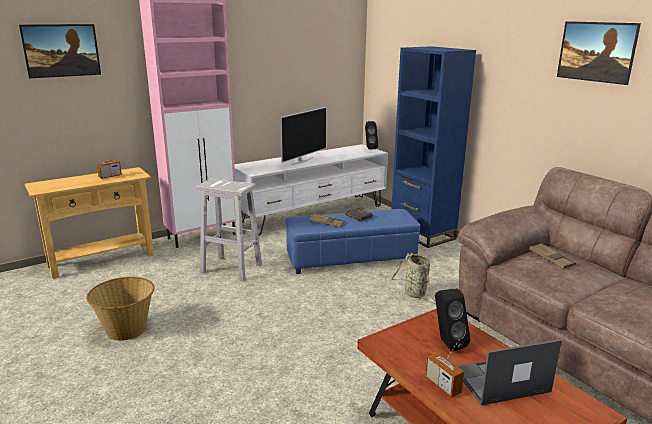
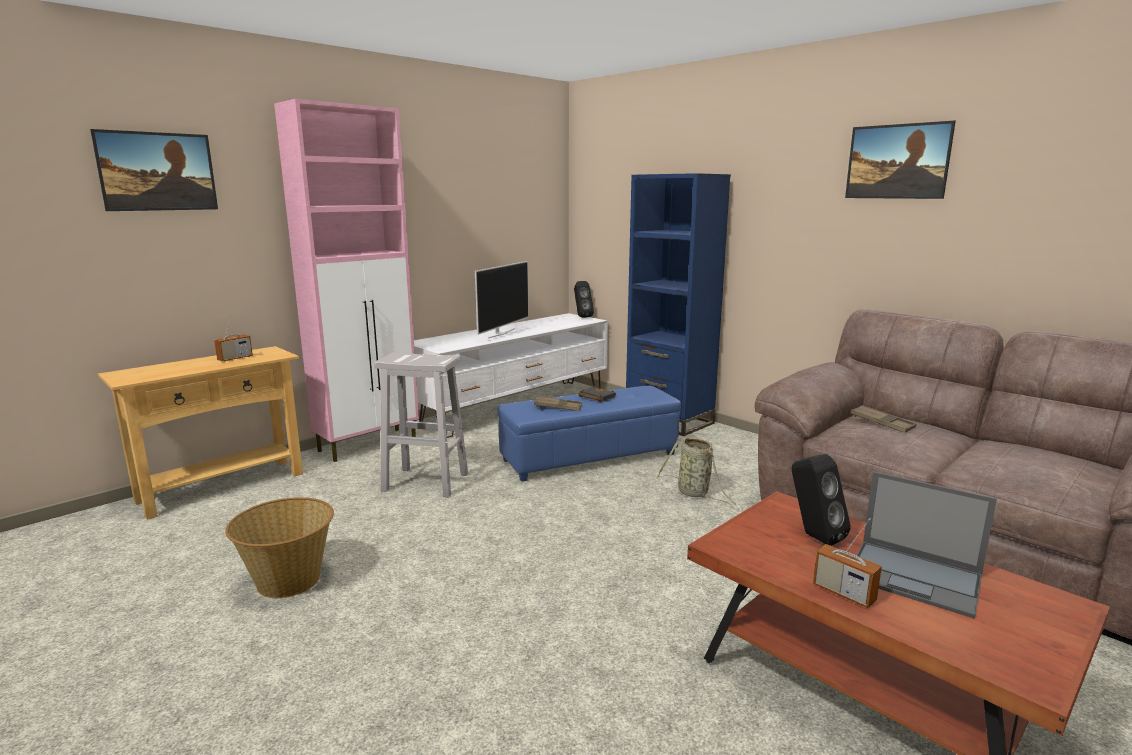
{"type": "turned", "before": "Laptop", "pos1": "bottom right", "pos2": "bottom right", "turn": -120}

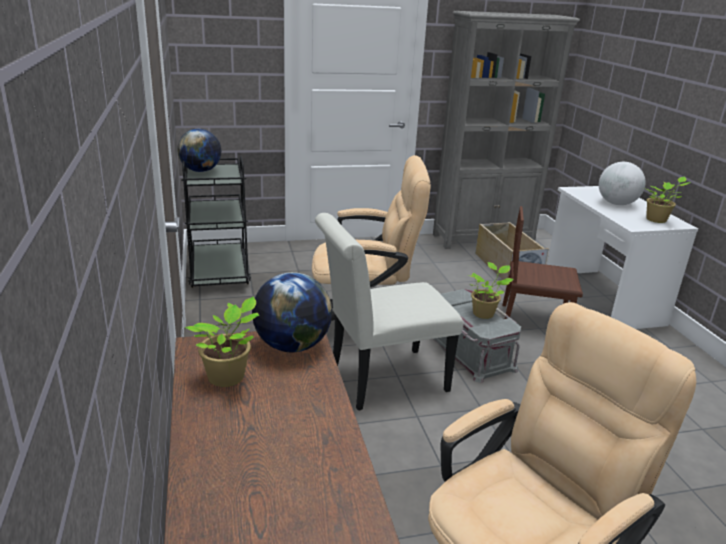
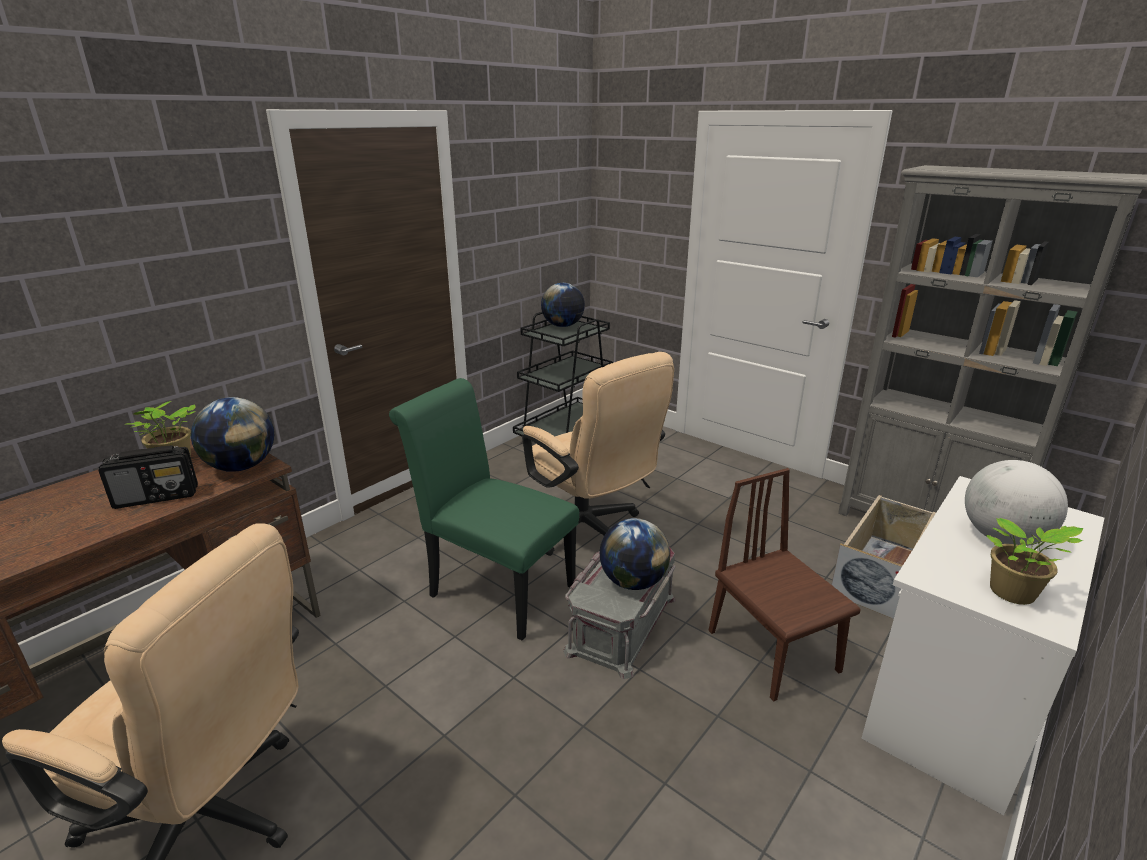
{"type": "recoloured", "before": "Stuhl/weiß", "after": "Stuhl/grün", "pos1": "centre", "pos2": "centre"}
{"type": "replaced", "before": "Topfpflanze (2nd from left)", "after": "Globus (3rd from left)", "pos1": "middle right", "pos2": "centre"}
{"type": "added", "after": "Radio", "pos2": "middle left"}

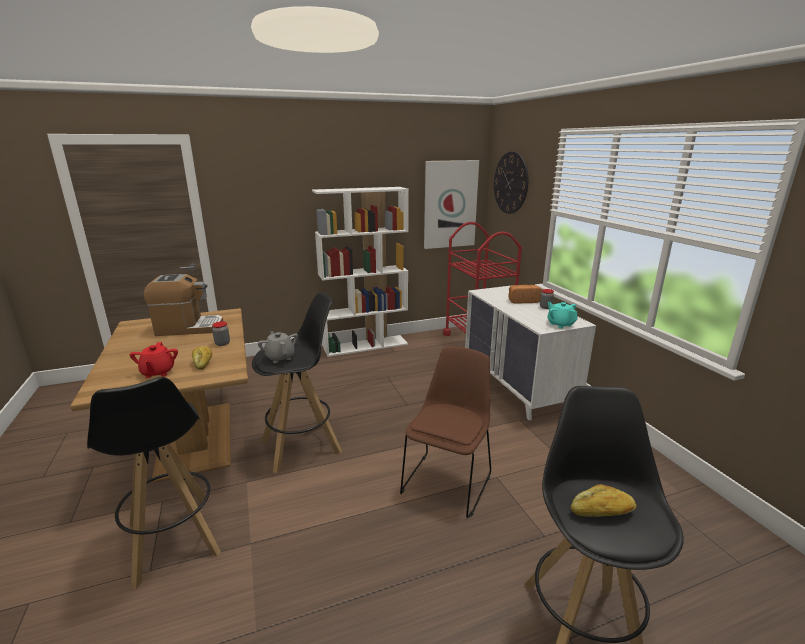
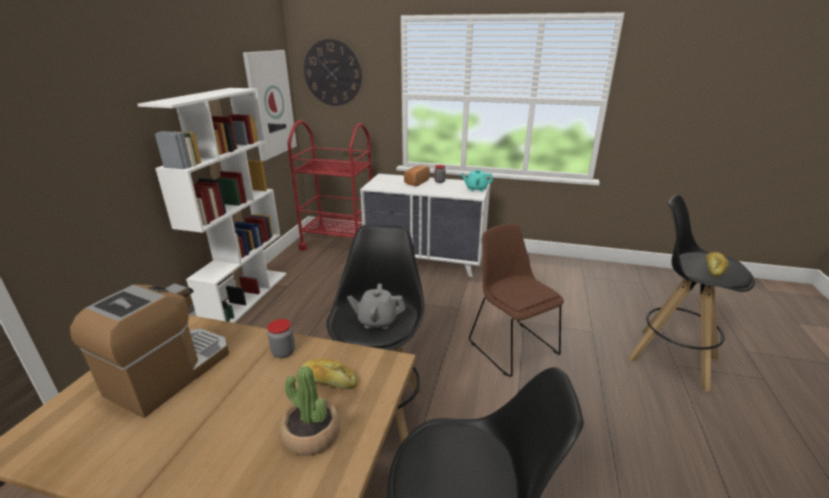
{"type": "replaced", "before": "Teekanne/rot", "after": "Topfpflanze", "pos1": "middle left", "pos2": "bottom centre"}

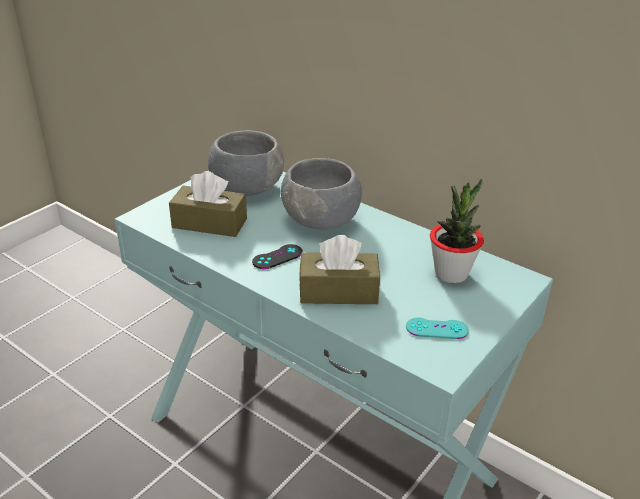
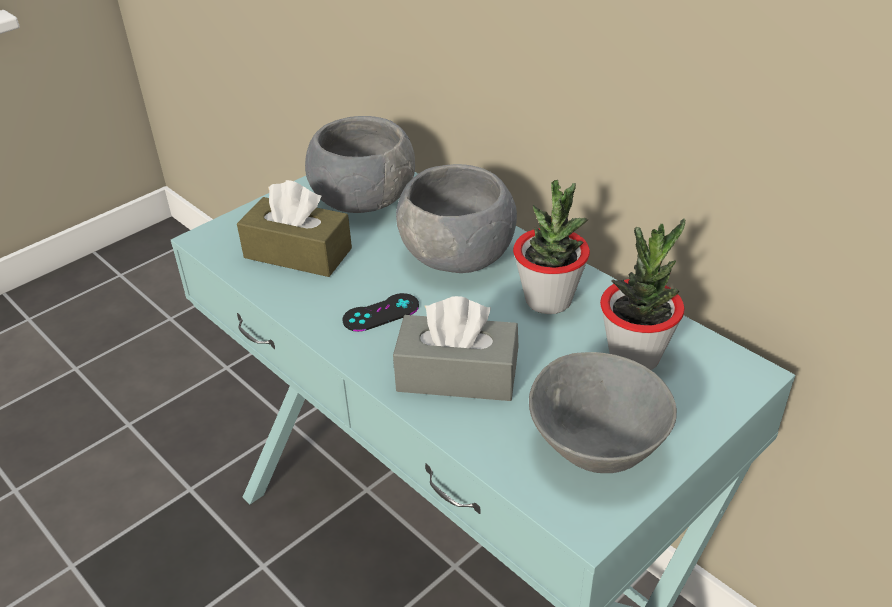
{"type": "recoloured", "before": "Taschentuchbox/braun (2nd from left)", "after": "Taschentuchbox/grau", "pos1": "centre", "pos2": "centre"}
{"type": "replaced", "before": "Gamepad/türkis", "after": "Schüssel/grau (3rd from left)", "pos1": "middle right", "pos2": "bottom right"}
{"type": "added", "after": "Topfpflanze (1st from left)", "pos2": "centre"}

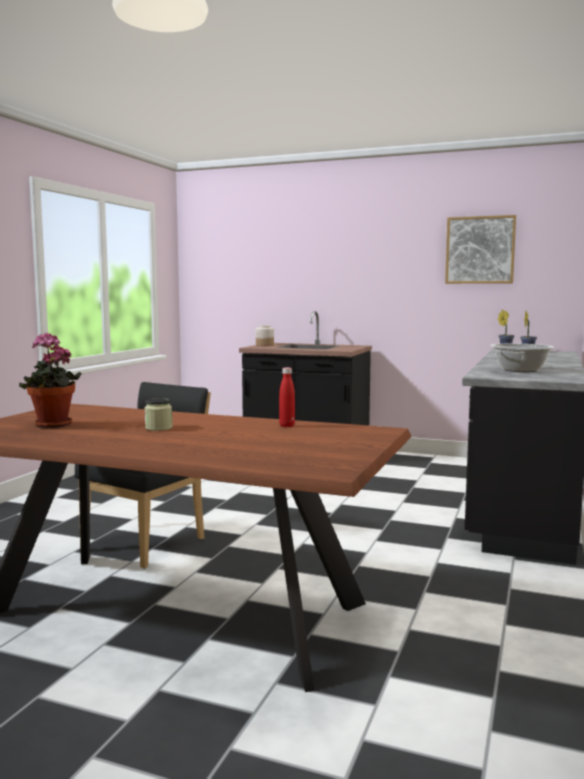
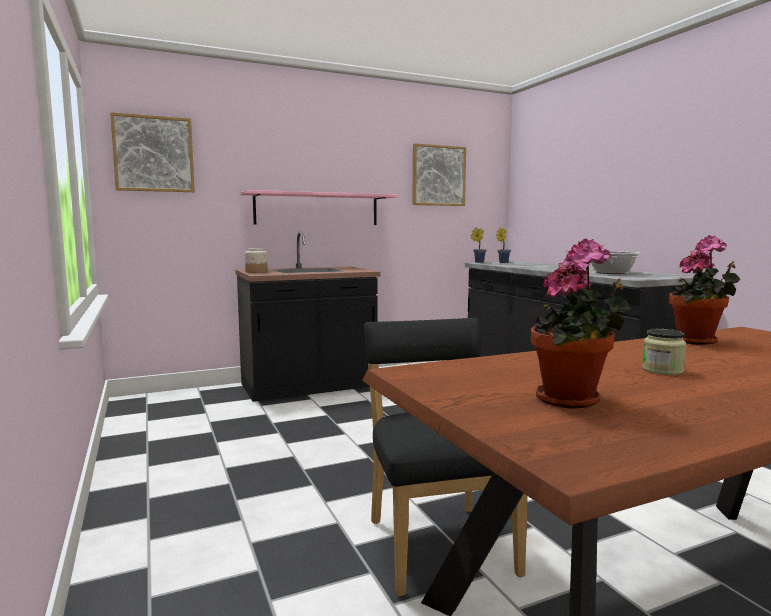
{"type": "replaced", "before": "Flasche/rot", "after": "Topfpflanze (4th from left)", "pos1": "centre", "pos2": "middle right"}
{"type": "added", "after": "Bild (1st from left)", "pos2": "top left"}
{"type": "added", "after": "Wandregal/rosa", "pos2": "centre"}

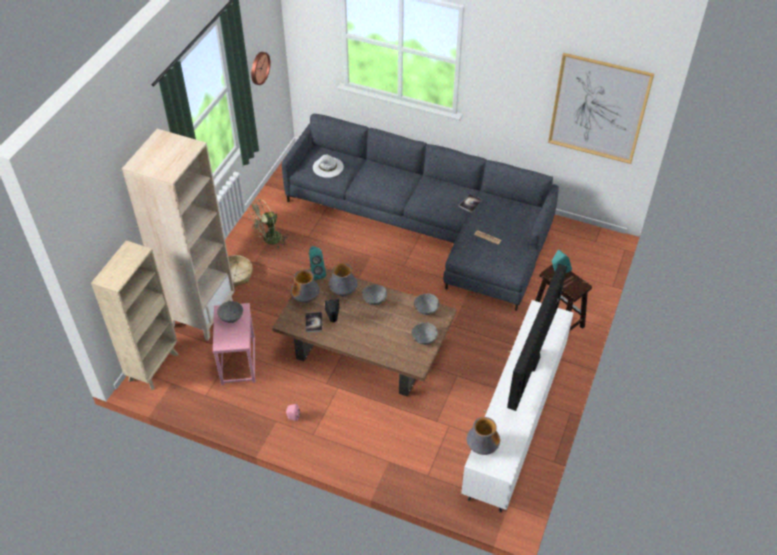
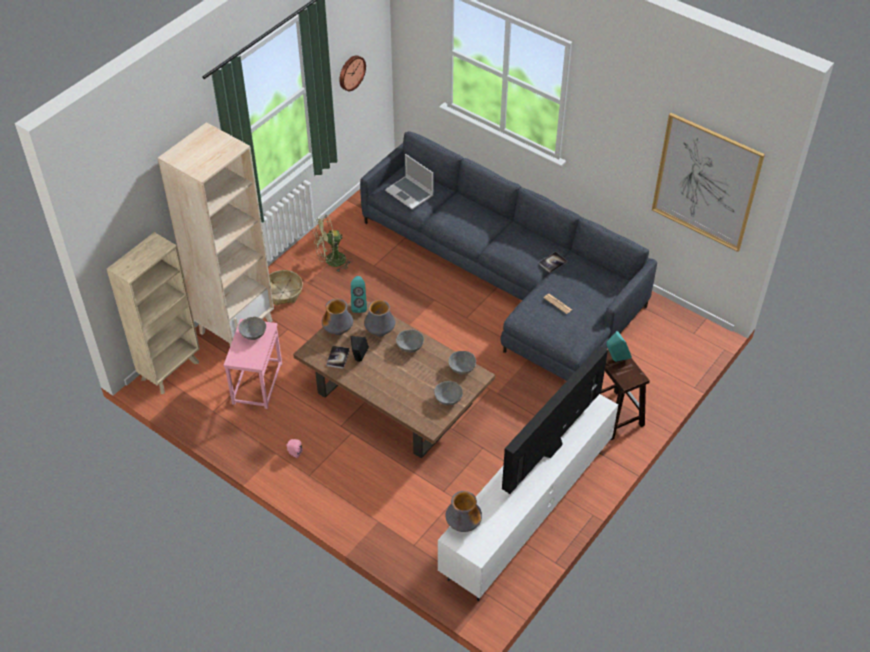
{"type": "replaced", "before": "Hut/weiß", "after": "Laptop", "pos1": "top centre", "pos2": "top centre"}

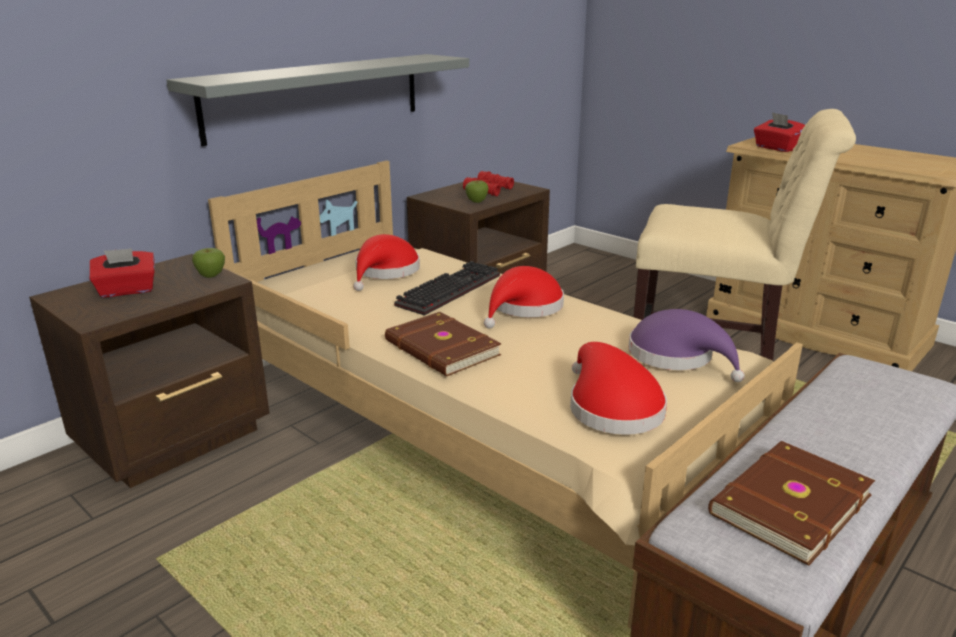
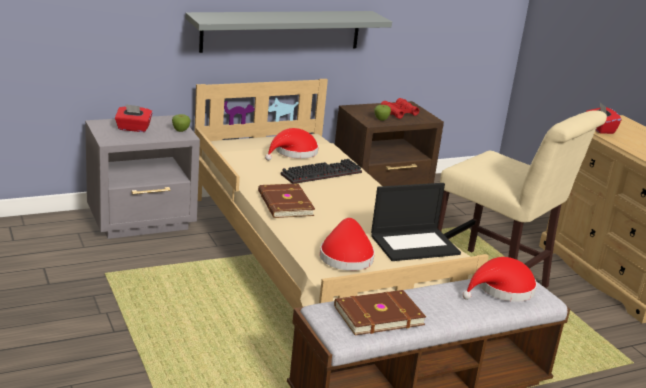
{"type": "recoloured", "before": "Nachttisch/braun (1st from left)", "after": "Nachttisch/grau", "pos1": "middle left", "pos2": "middle left"}
{"type": "moved", "before": "Hut/rot (2nd from left in the first image)", "after": "Hut/rot (3rd from left)", "pos1": "centre", "pos2": "bottom right"}
{"type": "replaced", "before": "Hut/lila", "after": "Laptop", "pos1": "middle right", "pos2": "centre"}

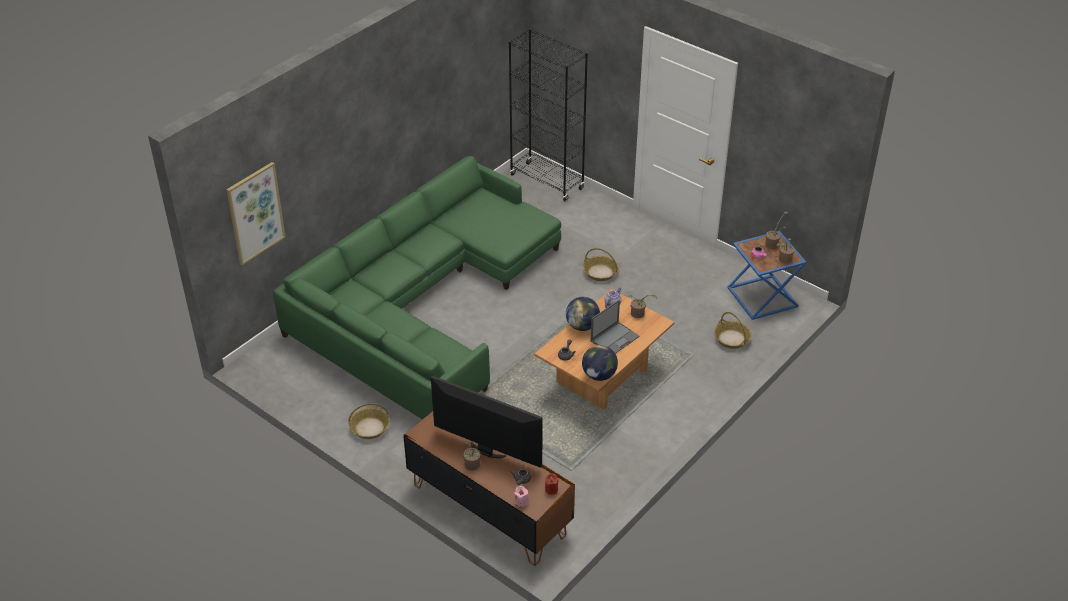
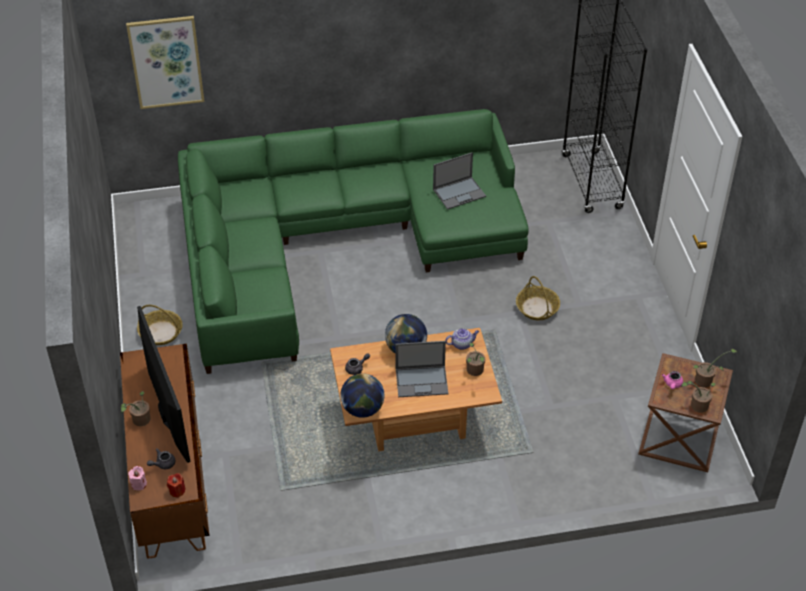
{"type": "recoloured", "before": "Beistelltisch/blau", "after": "Beistelltisch/braun", "pos1": "middle right", "pos2": "bottom right"}
{"type": "removed", "before": "Korb (3rd from left)", "pos1": "middle right"}
{"type": "added", "after": "Laptop (2nd from left)", "pos2": "top centre"}

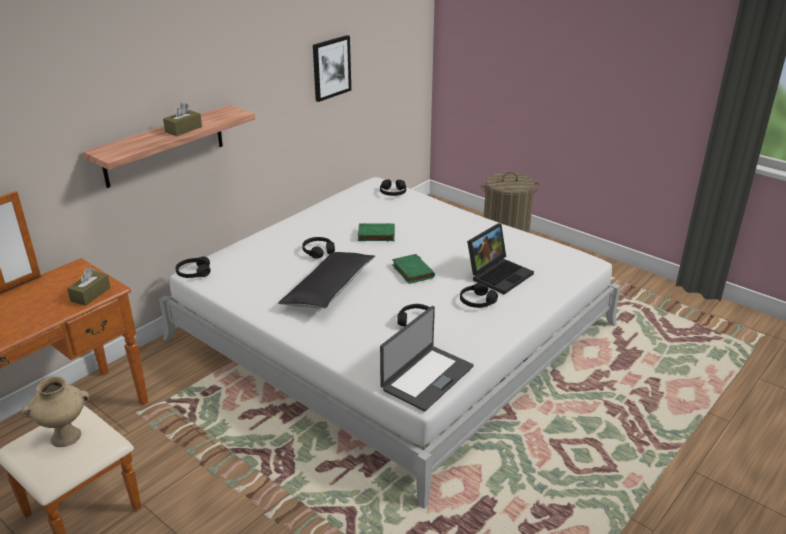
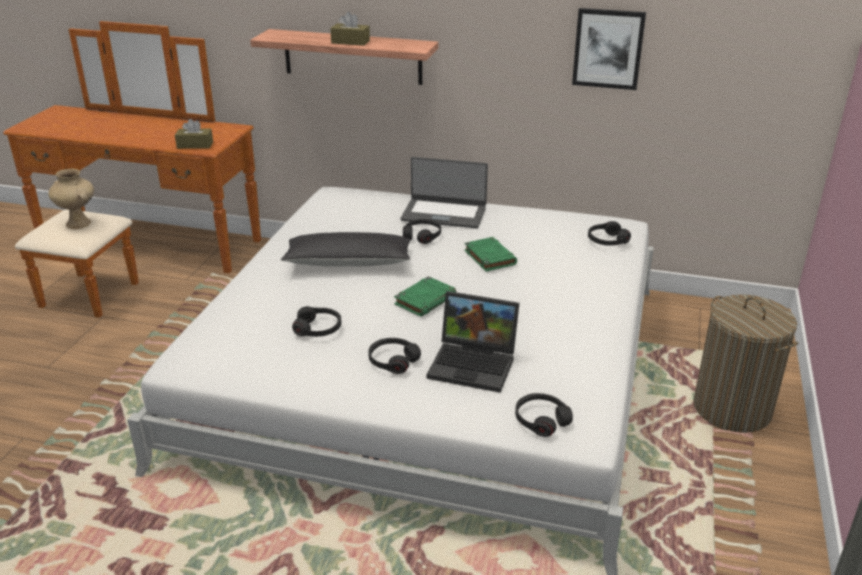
{"type": "moved", "before": "Kopfhörer/schwarz (1st from left in the first image)", "after": "Kopfhörer/schwarz (4th from left)", "pos1": "middle left", "pos2": "bottom centre"}
{"type": "moved", "before": "Laptop (1st from left)", "pos1": "bottom centre", "pos2": "centre"}

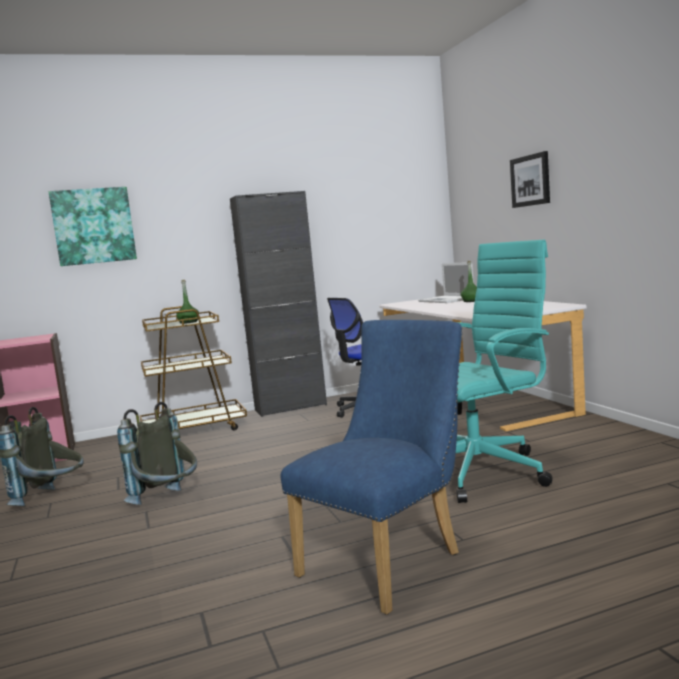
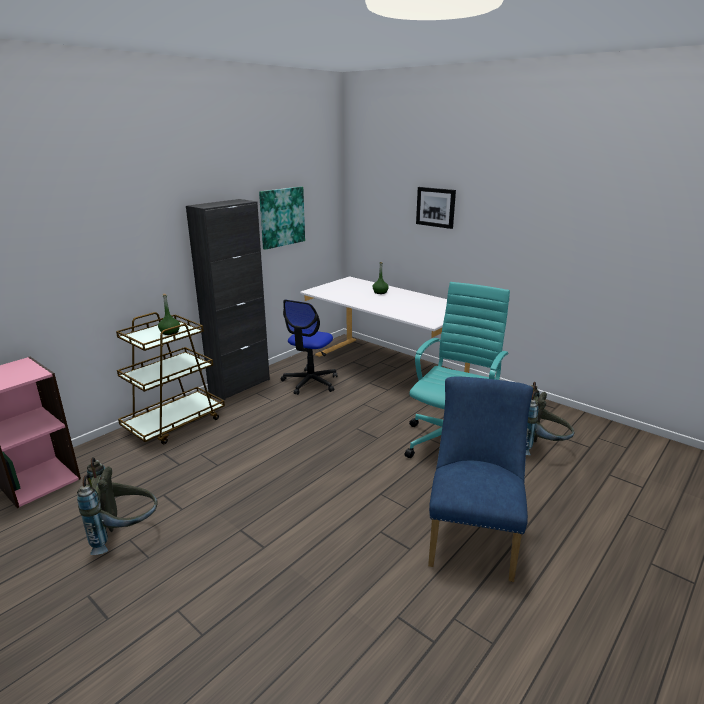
{"type": "moved", "before": "Bild (1st from left)", "pos1": "top left", "pos2": "top centre"}
{"type": "removed", "before": "Laptop", "pos1": "centre"}
{"type": "moved", "before": "Rucksack/grau (2nd from left)", "pos1": "bottom left", "pos2": "middle right"}

